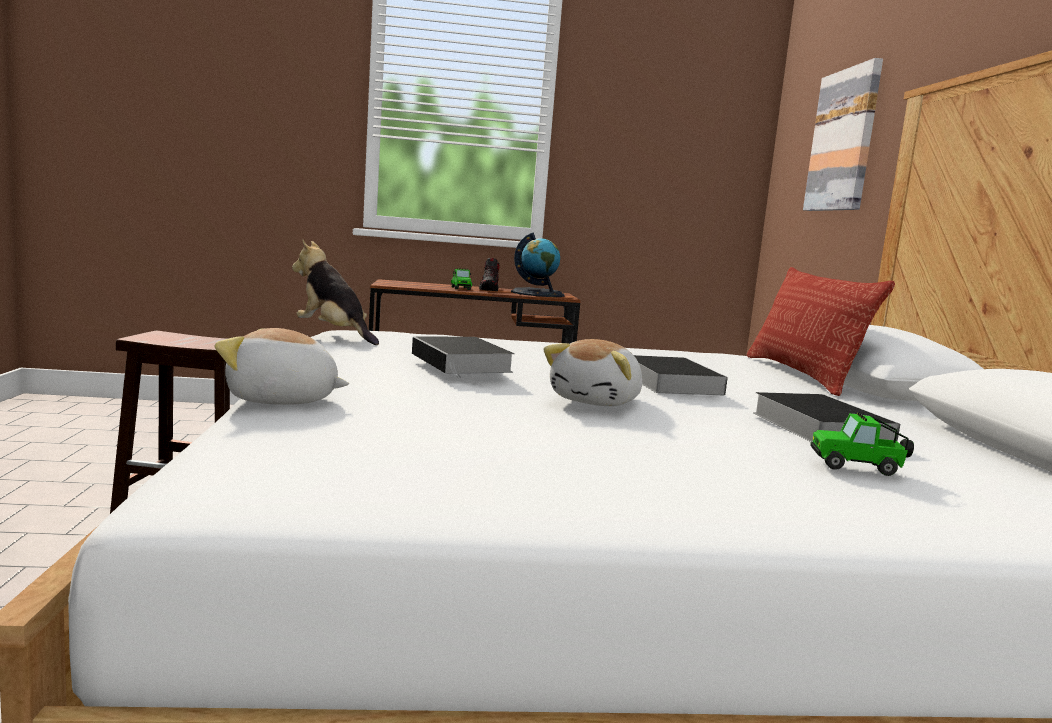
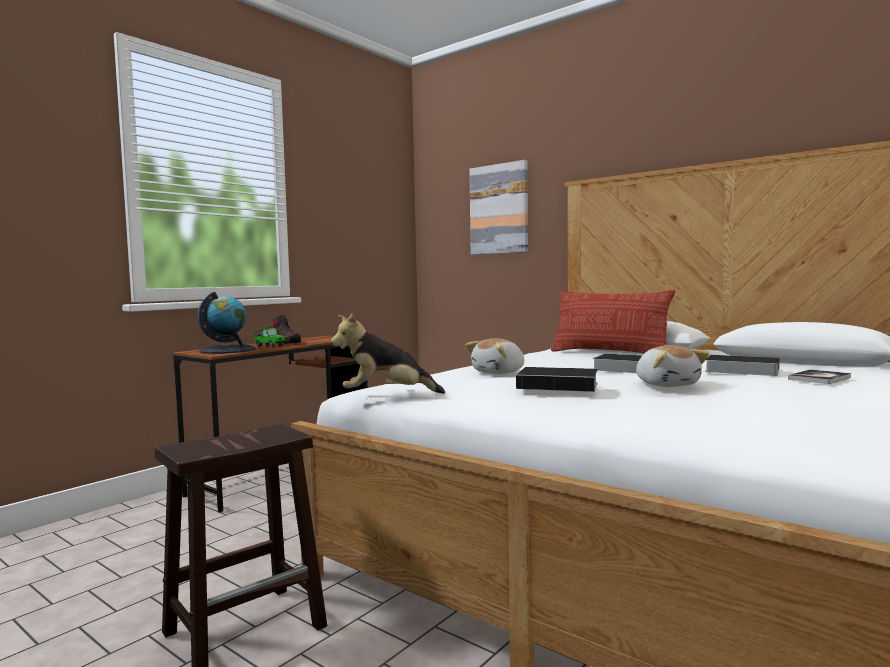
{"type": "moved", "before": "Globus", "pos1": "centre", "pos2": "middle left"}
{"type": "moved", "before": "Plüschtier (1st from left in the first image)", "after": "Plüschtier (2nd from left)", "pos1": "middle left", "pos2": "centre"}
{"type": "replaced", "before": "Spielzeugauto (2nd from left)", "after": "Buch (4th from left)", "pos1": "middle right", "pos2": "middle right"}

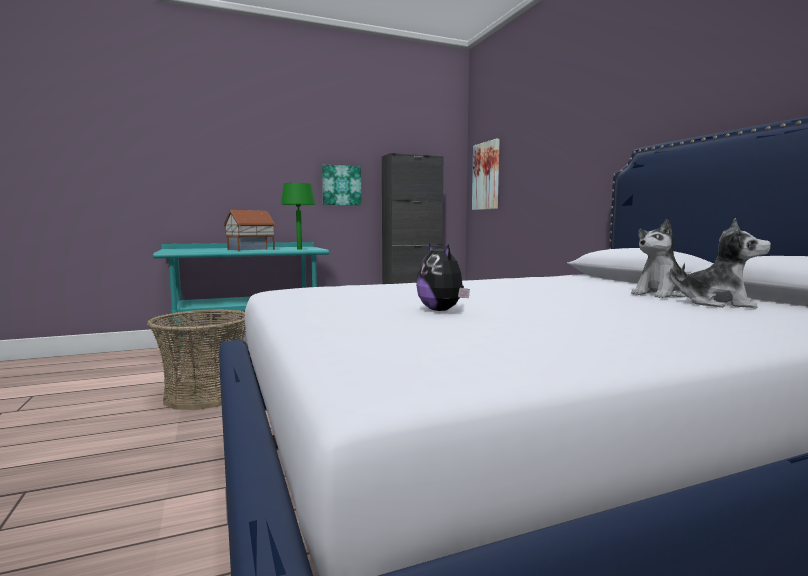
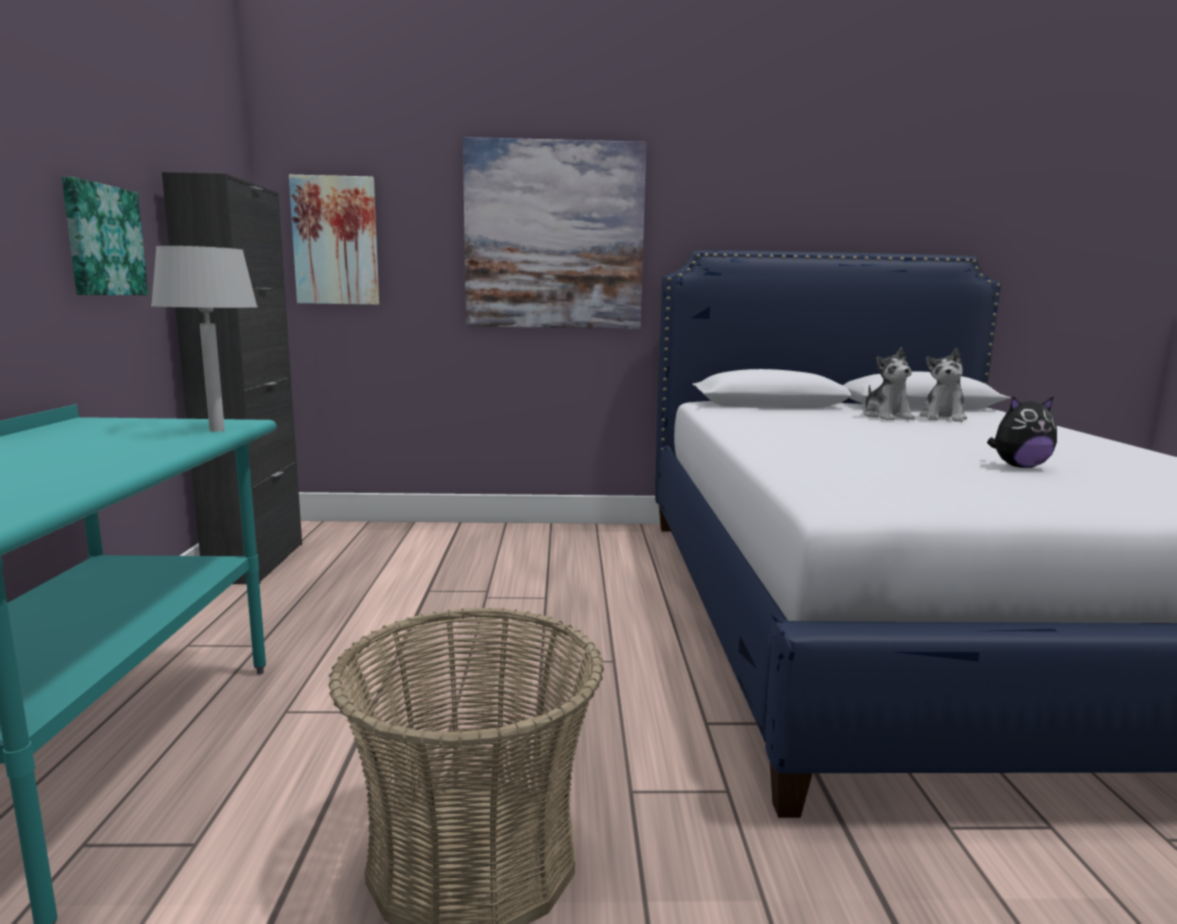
{"type": "recoloured", "before": "Tischlampe/grün", "after": "Tischlampe/grau", "pos1": "centre", "pos2": "middle left"}
{"type": "removed", "before": "Spielzeughaus", "pos1": "middle left"}
{"type": "turned", "before": "Plüschtier (3rd from left in the first image)", "pos1": "middle right", "pos2": "middle right", "turn": 150}
{"type": "added", "after": "Bild (3rd from left)", "pos2": "top centre"}

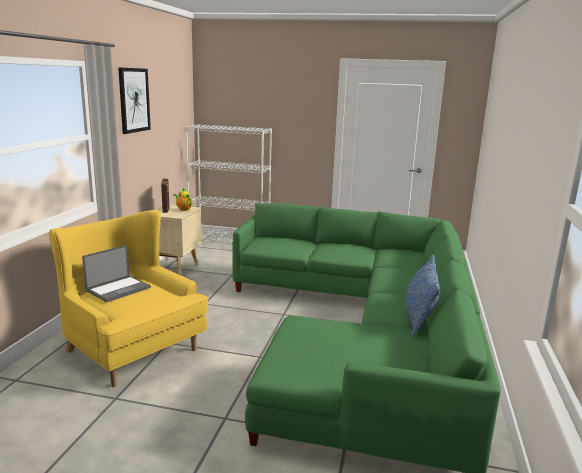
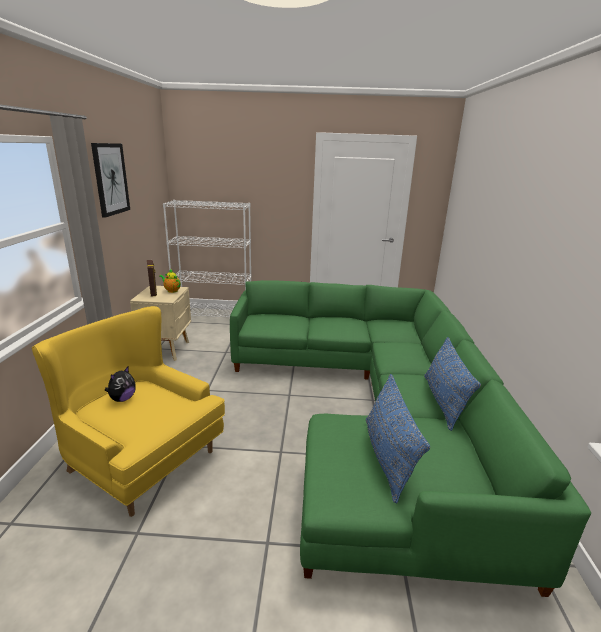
{"type": "replaced", "before": "Laptop", "after": "Plüschtier", "pos1": "middle left", "pos2": "middle left"}
{"type": "added", "after": "Kissen/blau (1st from left)", "pos2": "bottom centre"}

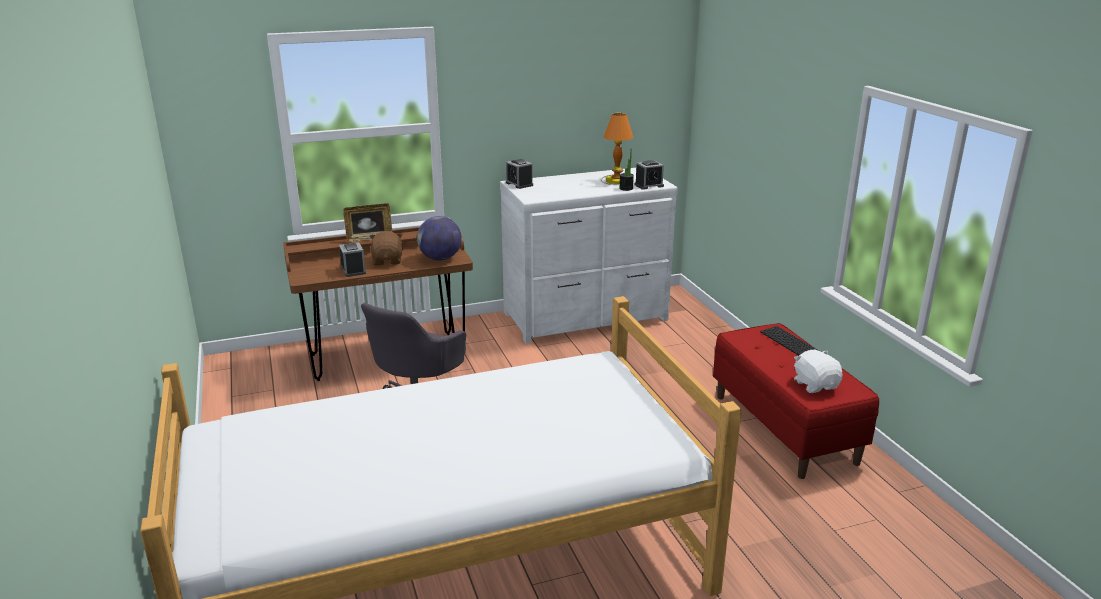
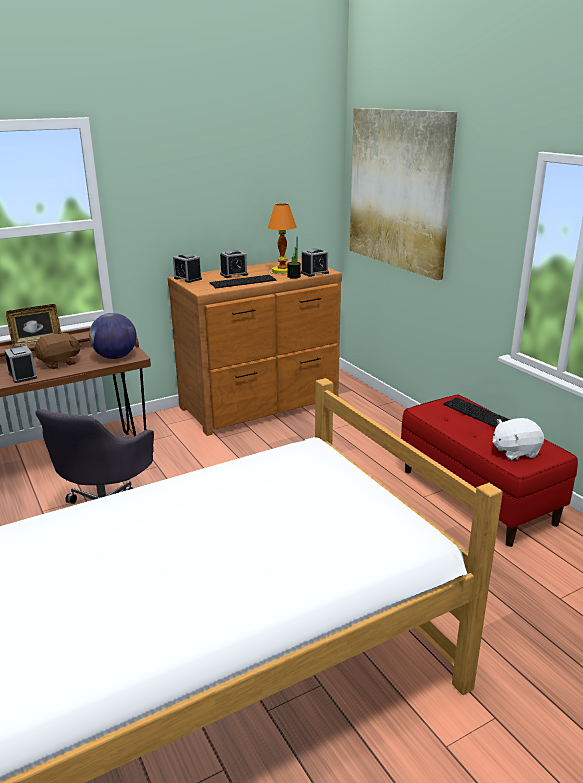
{"type": "recoloured", "before": "Kommode/weiß", "after": "Kommode/braun", "pos1": "centre", "pos2": "centre"}
{"type": "turned", "before": "Plüschtier/braun", "pos1": "centre", "pos2": "middle left", "turn": 75}
{"type": "turned", "before": "Plüschtier/weiß", "pos1": "middle right", "pos2": "middle right", "turn": -75}
{"type": "added", "after": "Bild", "pos2": "top right"}
{"type": "added", "after": "Wecker (3rd from left)", "pos2": "centre"}
{"type": "added", "after": "Tastatur (1st from left)", "pos2": "centre"}

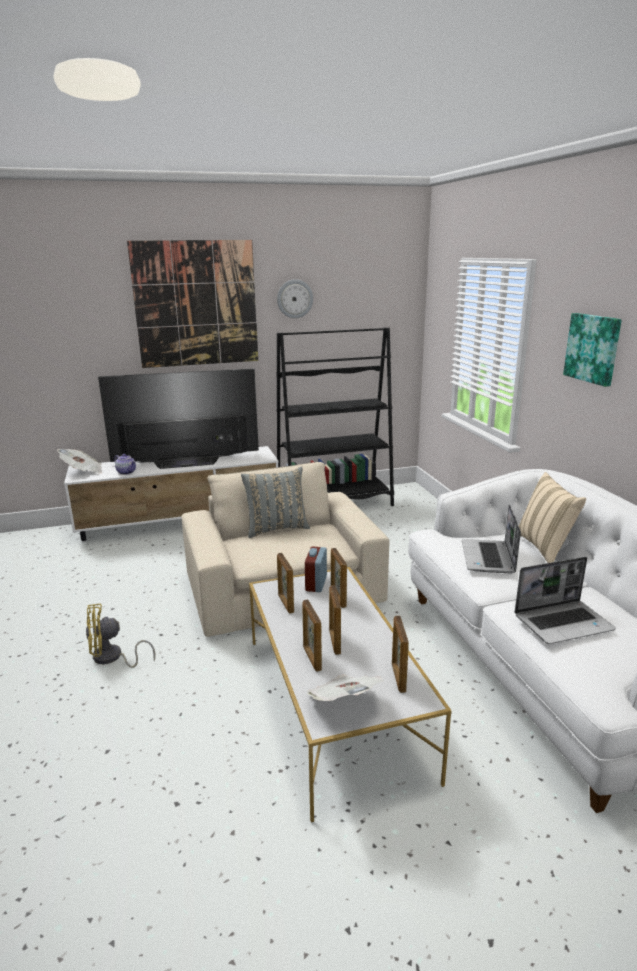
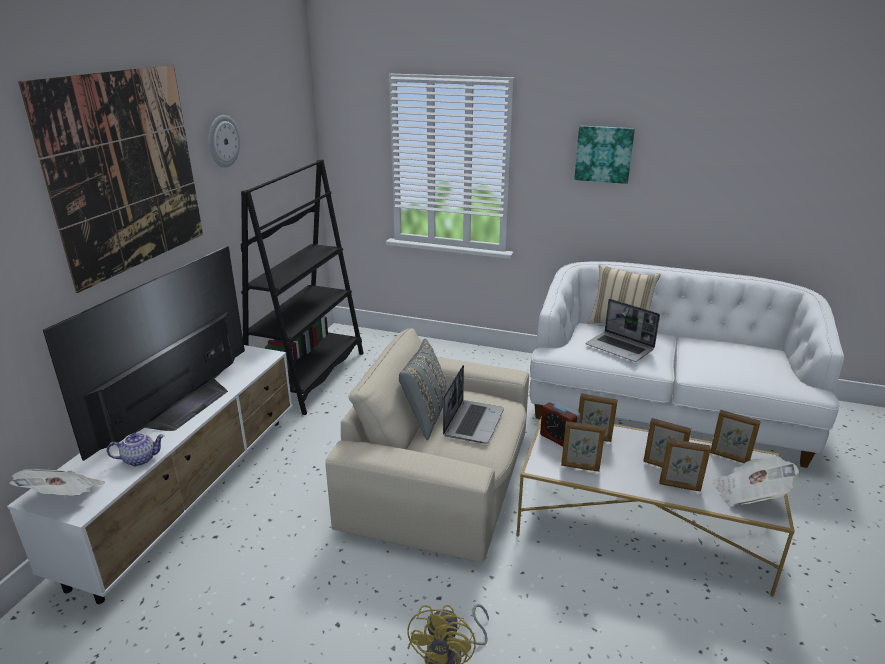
{"type": "moved", "before": "Laptop (2nd from left in the first image)", "after": "Laptop (1st from left)", "pos1": "middle right", "pos2": "centre"}

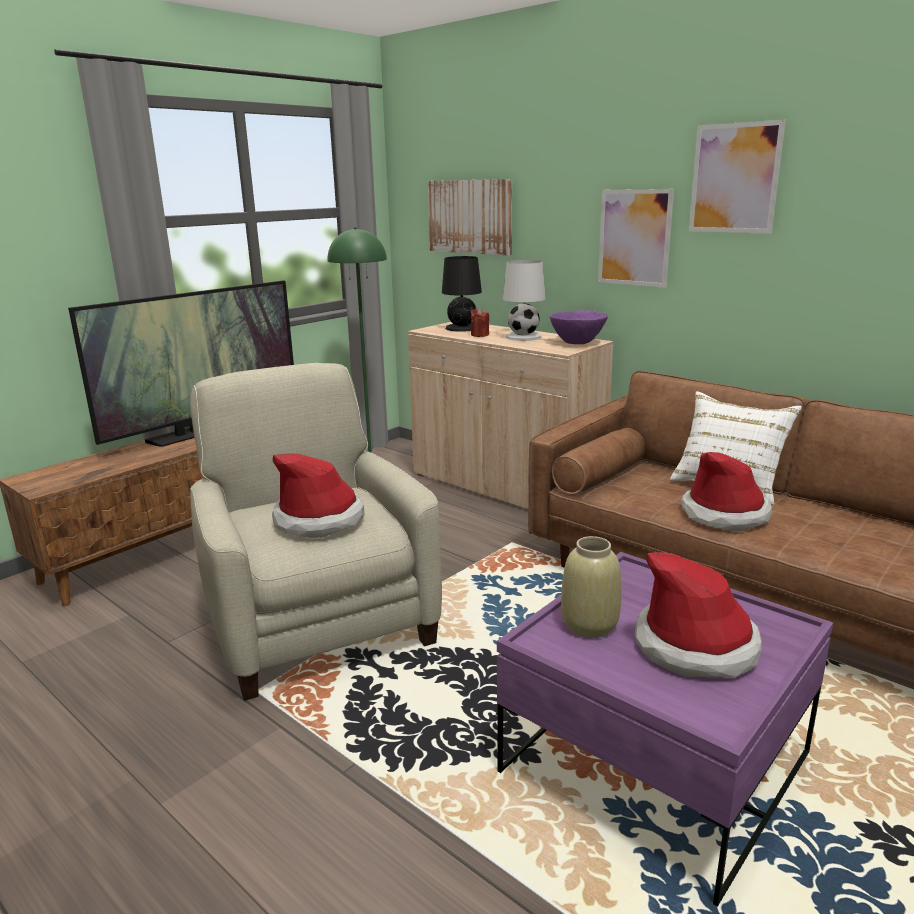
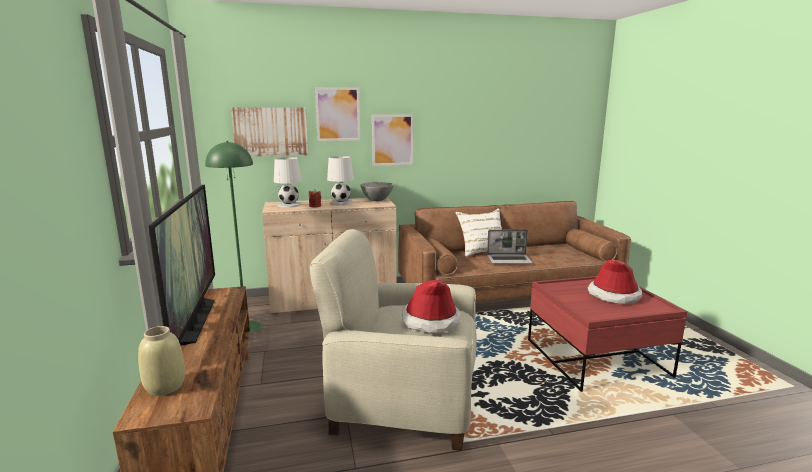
{"type": "moved", "before": "Bild (3rd from left in the first image)", "after": "Bild (2nd from left)", "pos1": "top right", "pos2": "top centre"}
{"type": "recoloured", "before": "Tischlampe/schwarz", "after": "Tischlampe/weiß (1st from left)", "pos1": "top centre", "pos2": "centre"}
{"type": "recoloured", "before": "Schüssel/lila", "after": "Schüssel/grau", "pos1": "centre", "pos2": "centre"}
{"type": "replaced", "before": "Hut (3rd from left)", "after": "Laptop", "pos1": "middle right", "pos2": "centre"}
{"type": "moved", "before": "Vase/beige", "pos1": "centre", "pos2": "bottom left"}
{"type": "recoloured", "before": "Couchtisch/lila", "after": "Couchtisch/rot", "pos1": "bottom right", "pos2": "bottom right"}

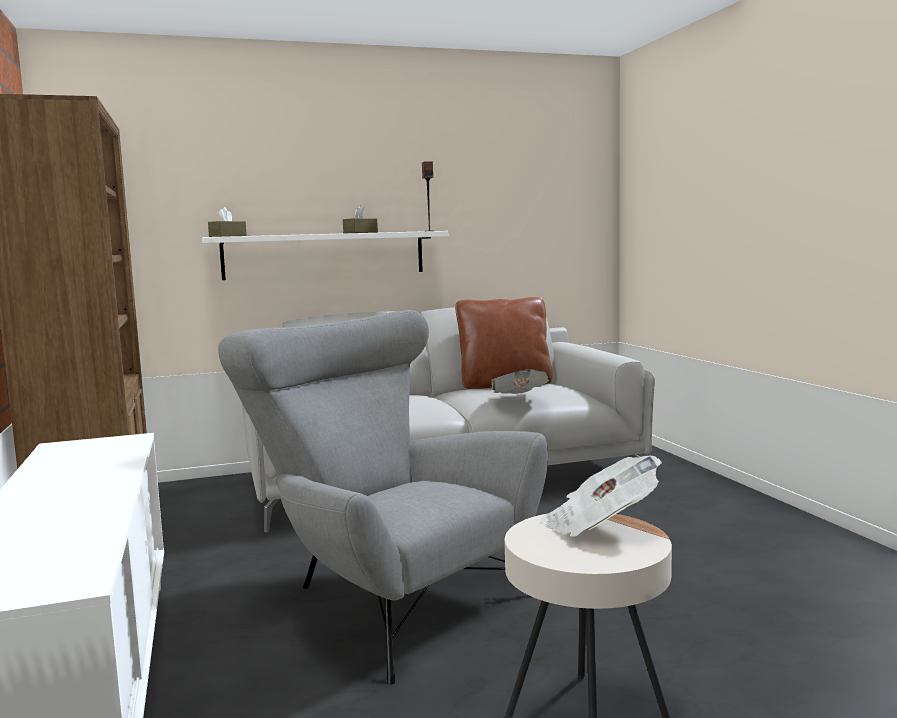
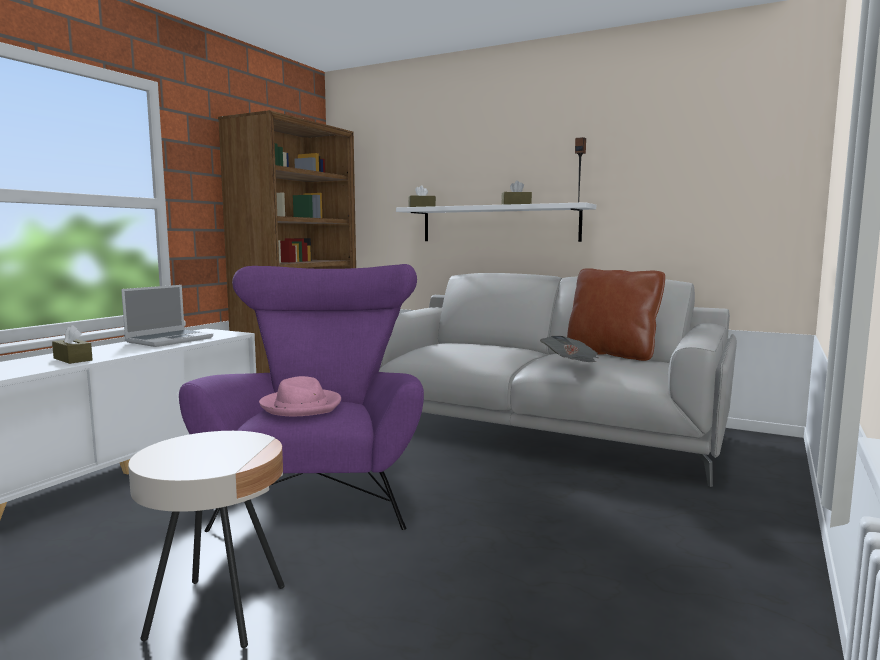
{"type": "recoloured", "before": "Sessel/grau", "after": "Sessel/lila", "pos1": "bottom centre", "pos2": "centre"}
{"type": "removed", "before": "Zeitung (2nd from left)", "pos1": "bottom right"}
{"type": "added", "after": "Laptop", "pos2": "middle left"}
{"type": "added", "after": "Taschentuchbox/braun (1st from left)", "pos2": "middle left"}
{"type": "added", "after": "Hut/rosa", "pos2": "centre"}

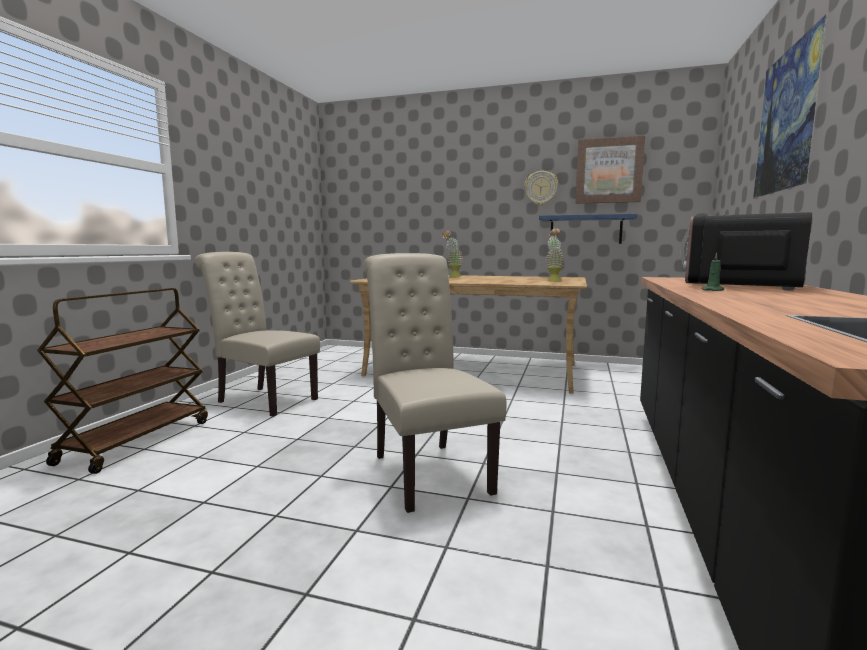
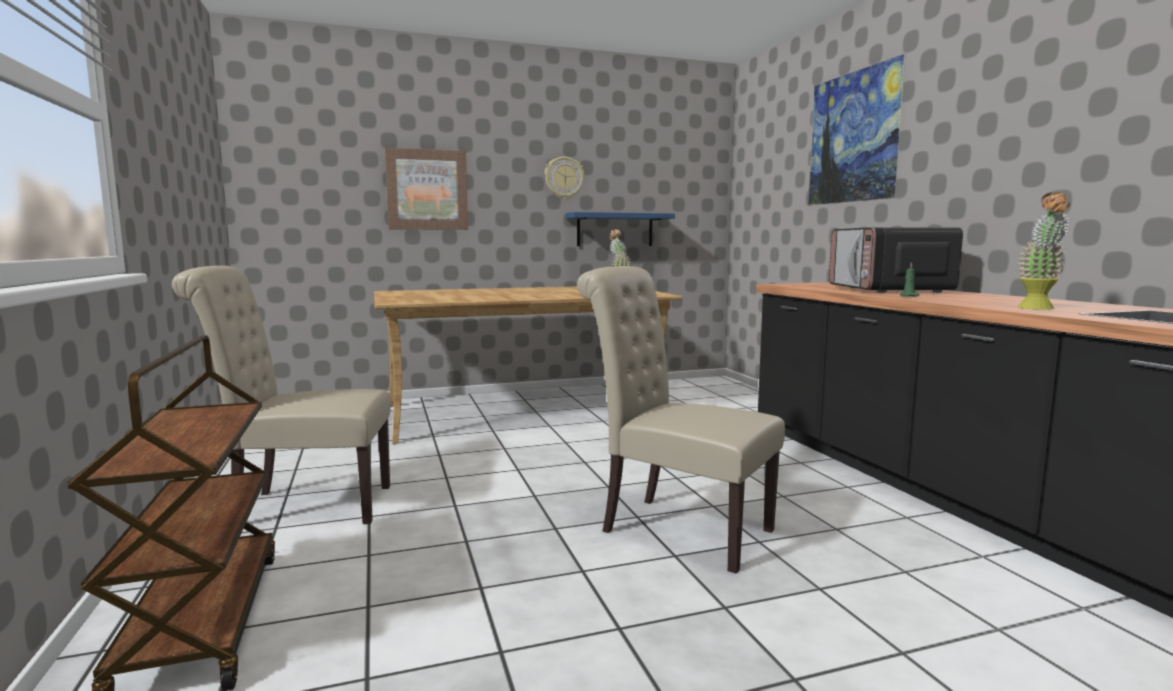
{"type": "moved", "before": "Bild (1st from left)", "pos1": "top right", "pos2": "top centre"}
{"type": "moved", "before": "Topfpflanze (1st from left in the first image)", "after": "Topfpflanze (2nd from left)", "pos1": "centre", "pos2": "middle right"}

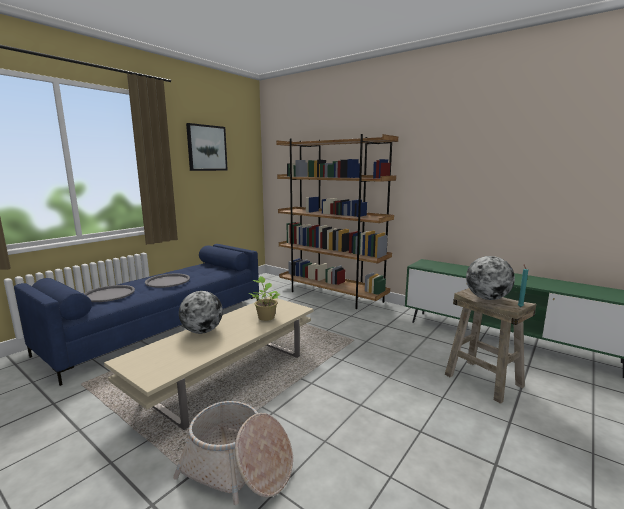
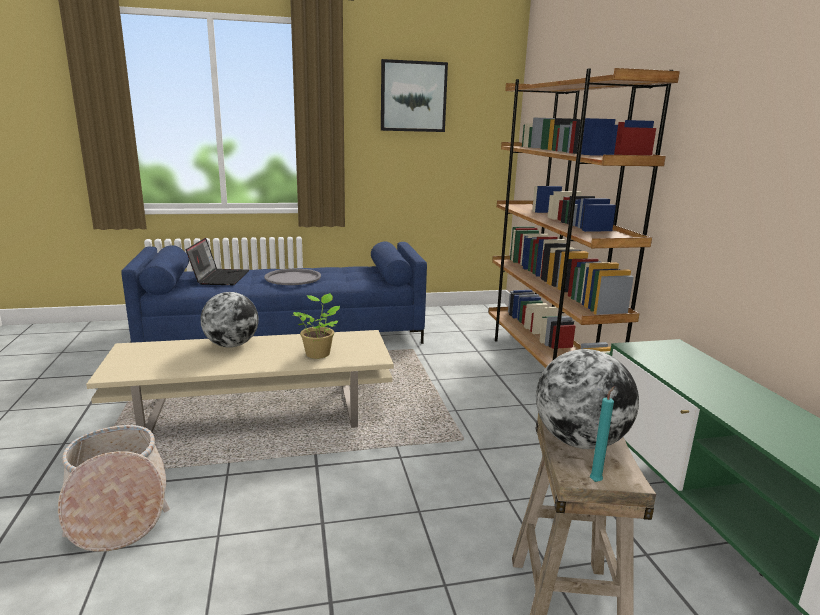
{"type": "replaced", "before": "Tablett/grau (1st from left)", "after": "Laptop", "pos1": "middle left", "pos2": "middle left"}

